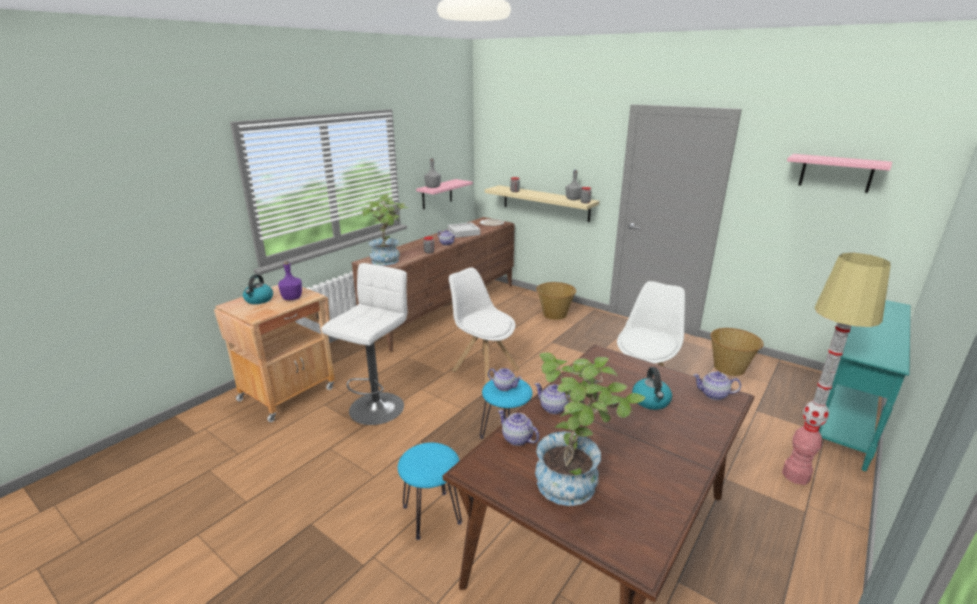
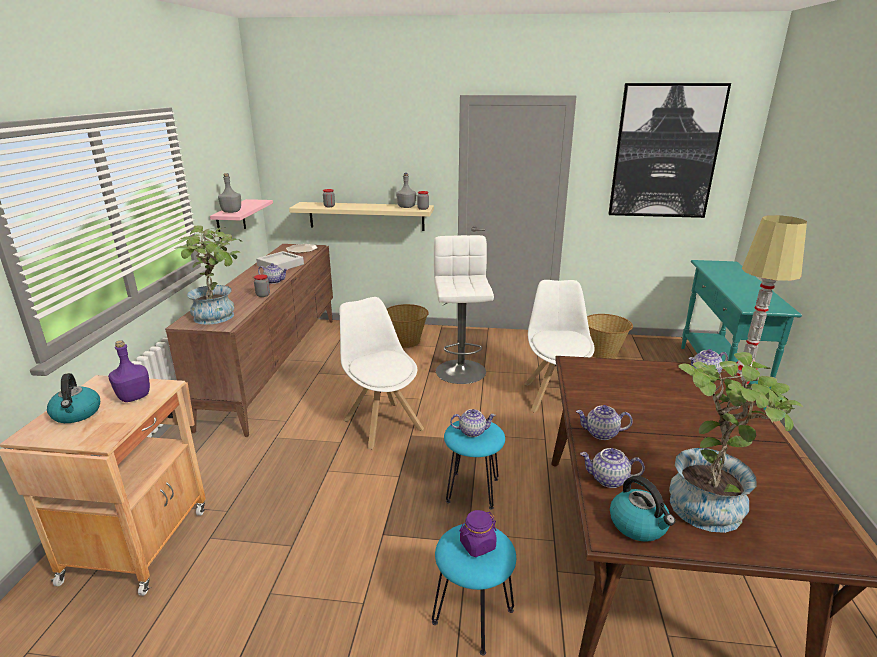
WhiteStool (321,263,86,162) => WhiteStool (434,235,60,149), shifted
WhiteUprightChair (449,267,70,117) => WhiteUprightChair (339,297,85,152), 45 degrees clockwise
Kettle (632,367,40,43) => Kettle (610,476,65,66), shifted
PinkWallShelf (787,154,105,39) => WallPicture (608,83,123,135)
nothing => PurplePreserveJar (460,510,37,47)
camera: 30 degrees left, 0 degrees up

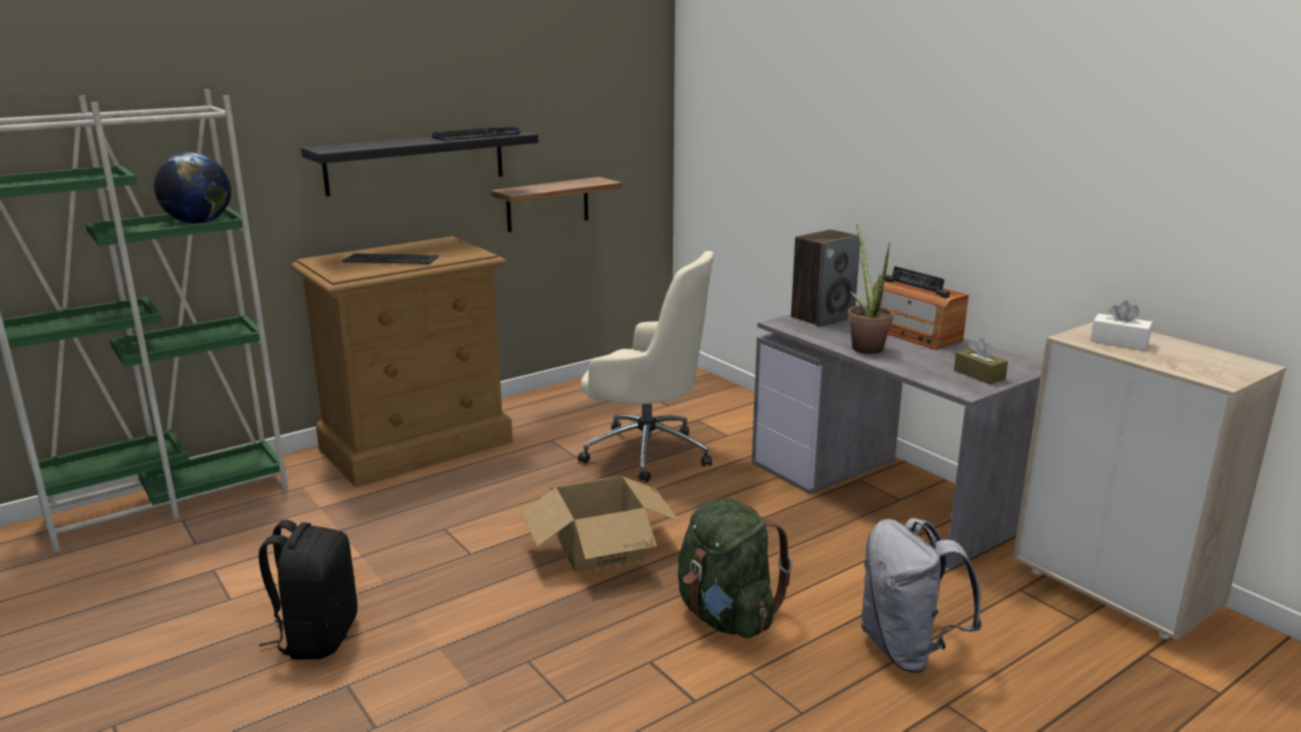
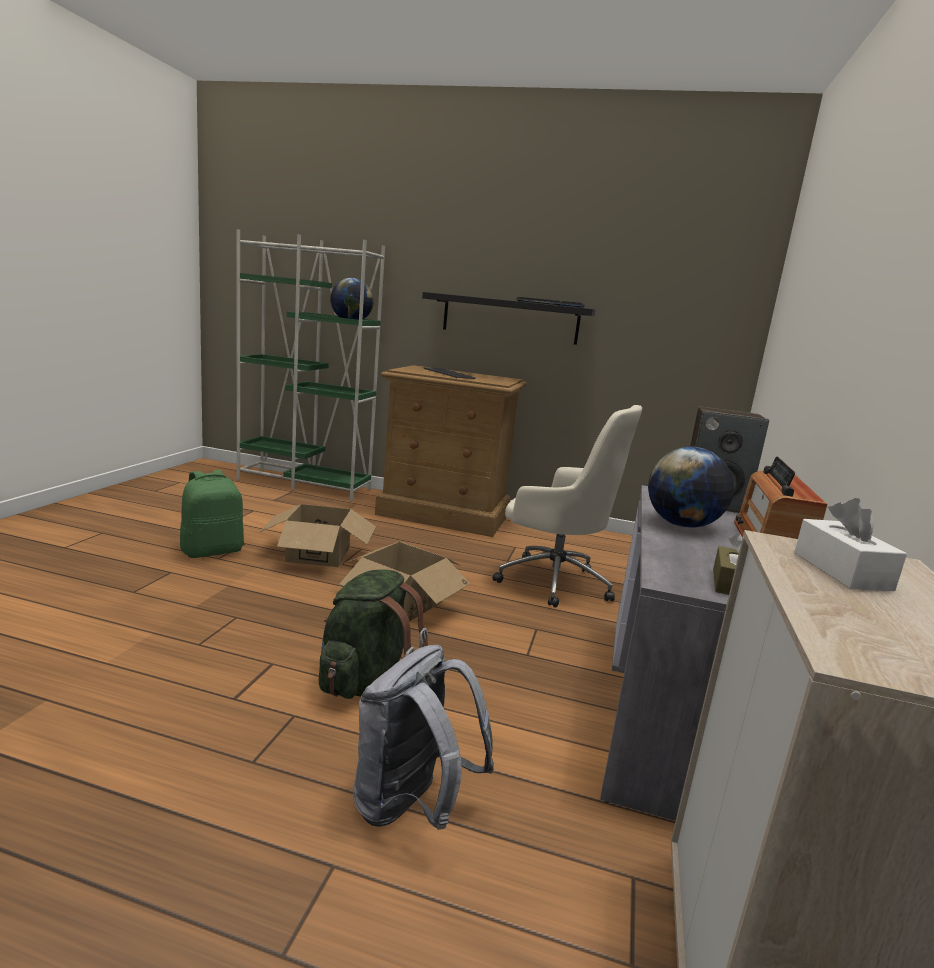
BlackBackpack (259,520,99,140) => GreenishBackpack (180,470,64,88)
WallShelf (491,177,131,55) => nothing
BeigeColouredOfficeChair (578,251,136,231) => BeigeColouredOfficeChair (493,405,149,203), 45 degrees counterclockwise
PlantInAPot (848,224,46,130) => WorldGlobe (648,447,86,81)
nothing => Carton (258,504,118,63)
camera: 50 degrees right, 5 degrees down

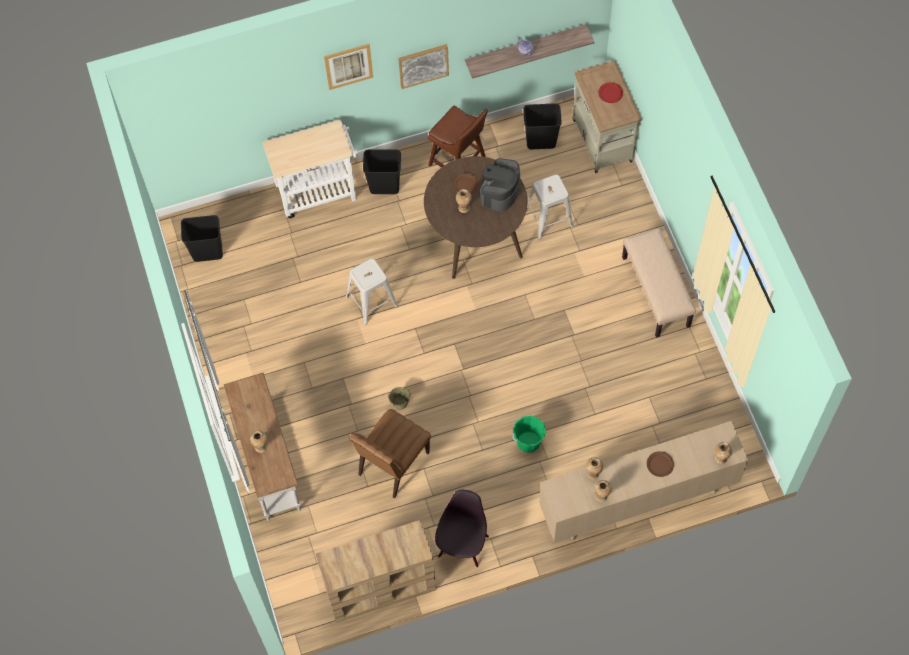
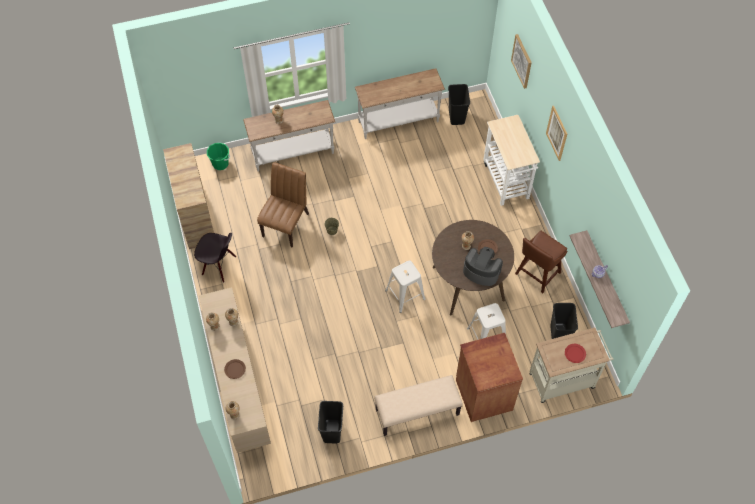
WhiteStool (346,258,52,67) => WhiteStool (385,260,41,53), shifted
BrownishUprightChair (349,409,82,90) => BrownishUprightChair (257,162,52,85), 75 degrees clockwise
BlackRubbishBin (363,149,38,45) => BlackRubbishBin (318,401,25,43), shifted
WallPicture (398,44,51,45) => WallPicture (511,34,21,55), shifted
GreenishBucket (513,416,33,37) => GreenishBucket (207,143,23,27), shifted
nothing => WhiteNarrowTable (355,68,90,71)
nothing => BrownishDresser (456,333,67,89)
camera: 90 degrees right, 5 degrees down

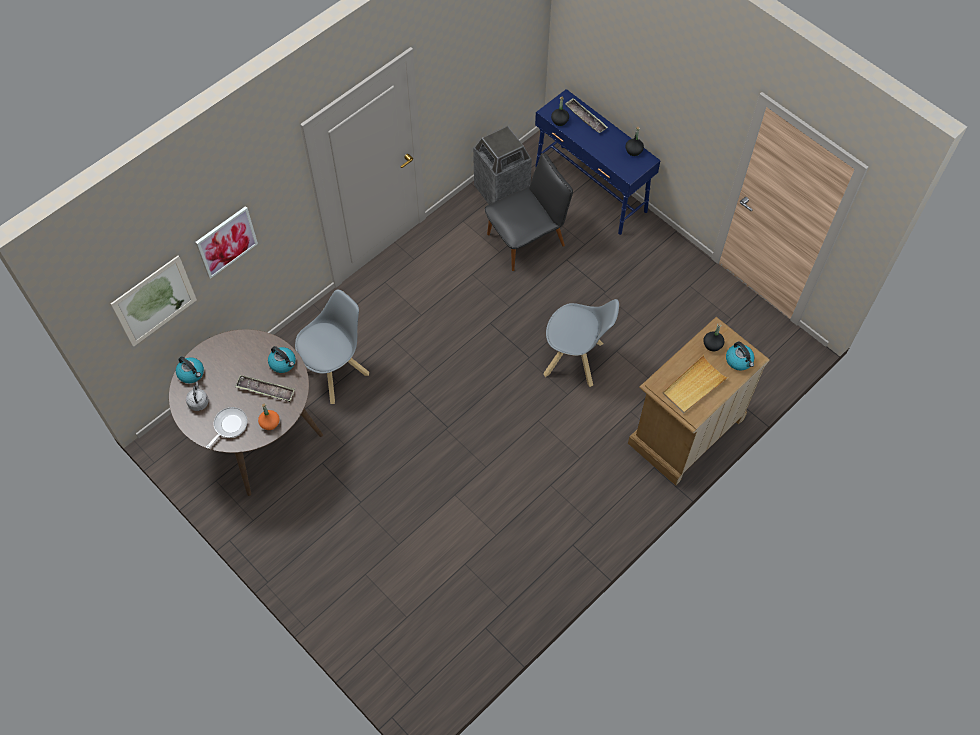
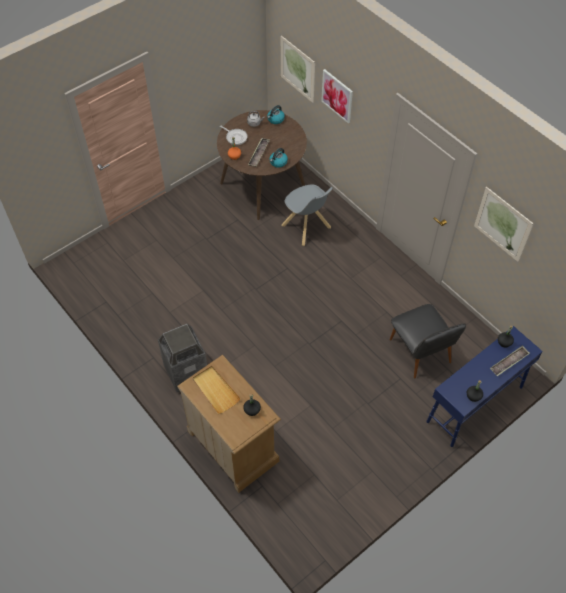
RubbishBin (473,126,59,78) => RubbishBin (158,324,49,68), shifted
GreyishUprightChair (543,299,76,88) => nothing
Kettle (726,342,28,29) => nothing
nothing => WallPicture (474,187,60,75)
camera: 95 degrees right, 5 degrees down

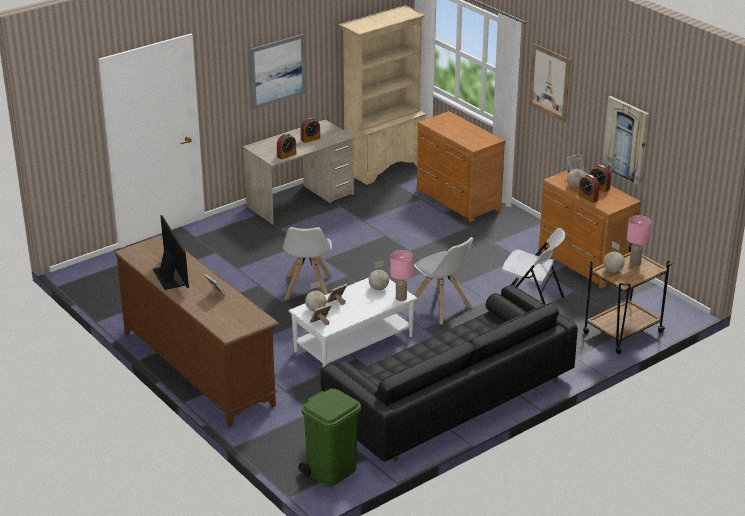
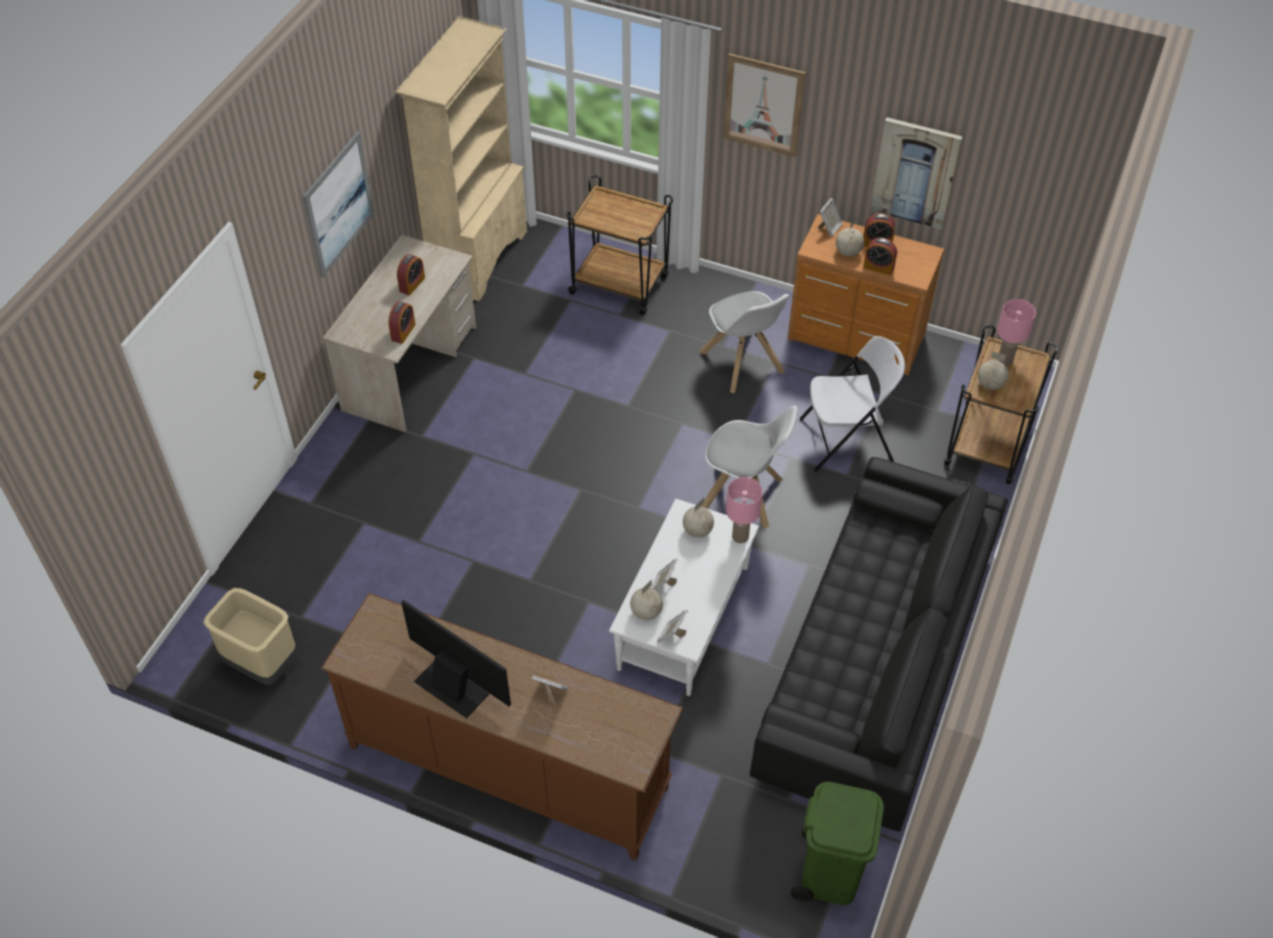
UprightChair (282,227,50,73) => UprightChair (700,291,89,102), shifted
BrownishDresser (417,111,88,111) => BrownishCart (566,175,107,140)
nothing => BeigeColouredRubbishBin (203,588,95,97)
camera: 30 degrees left, 20 degrees up

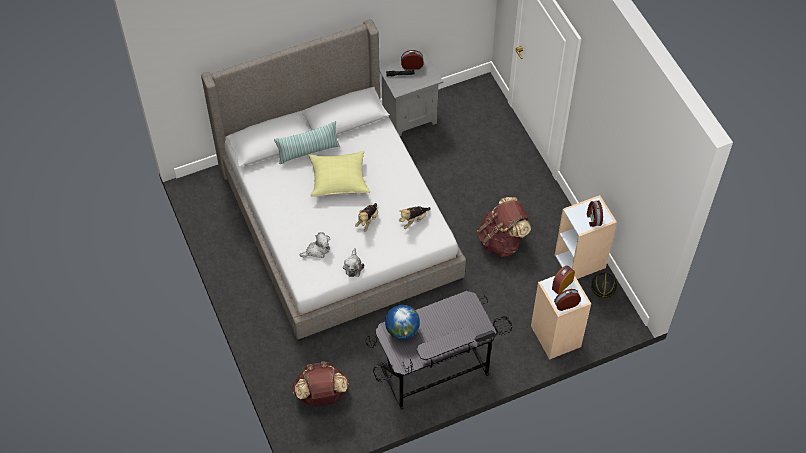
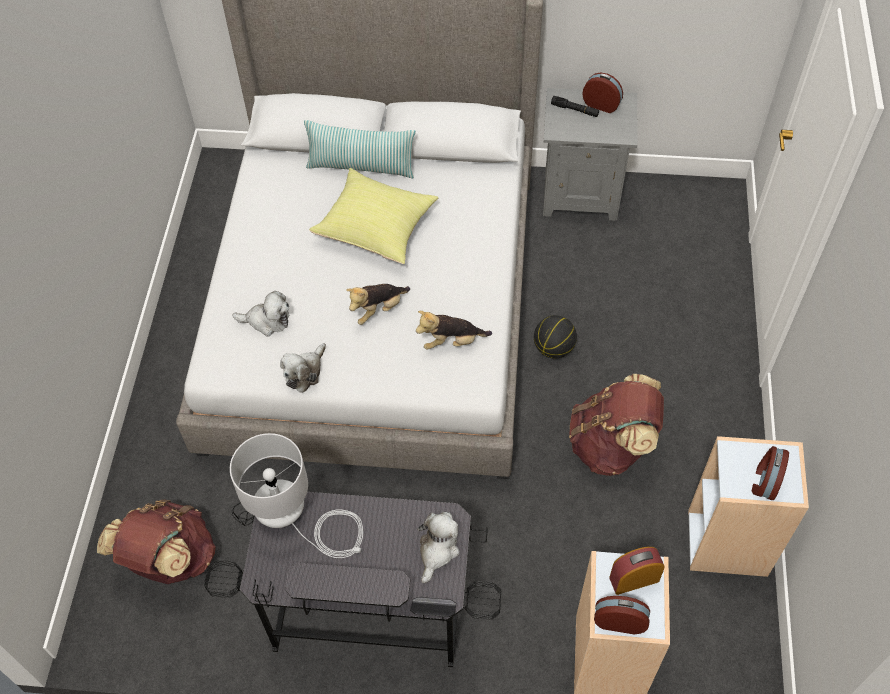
WorldGlobe (385,305,35,35) => WhiteLampForATable (230,433,133,125)
BasketballBall (591,273,26,25) => BasketballBall (534,315,43,43), shifted
nothing => SoftToy (418,512,42,71)
camera: 30 degrees right, 0 degrees up

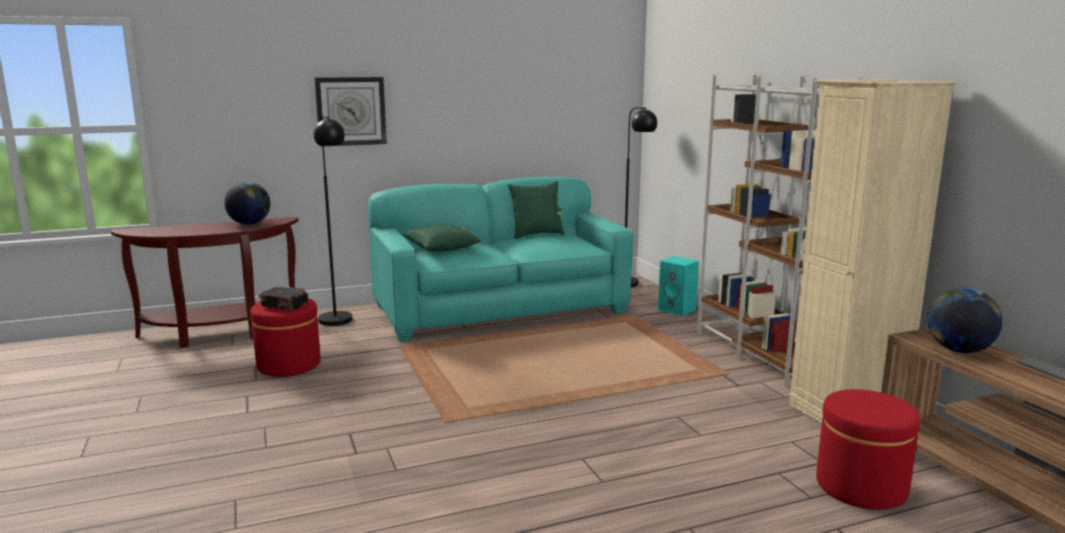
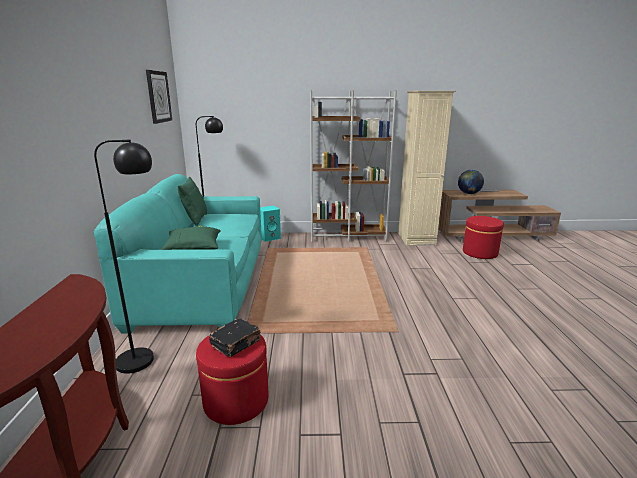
WorldGlobe (224,182,46,43) => nothing
WallClock (314,77,73,70) => WallClock (146,70,26,54), shifted
camera: 70 degrees left, 5 degrees up

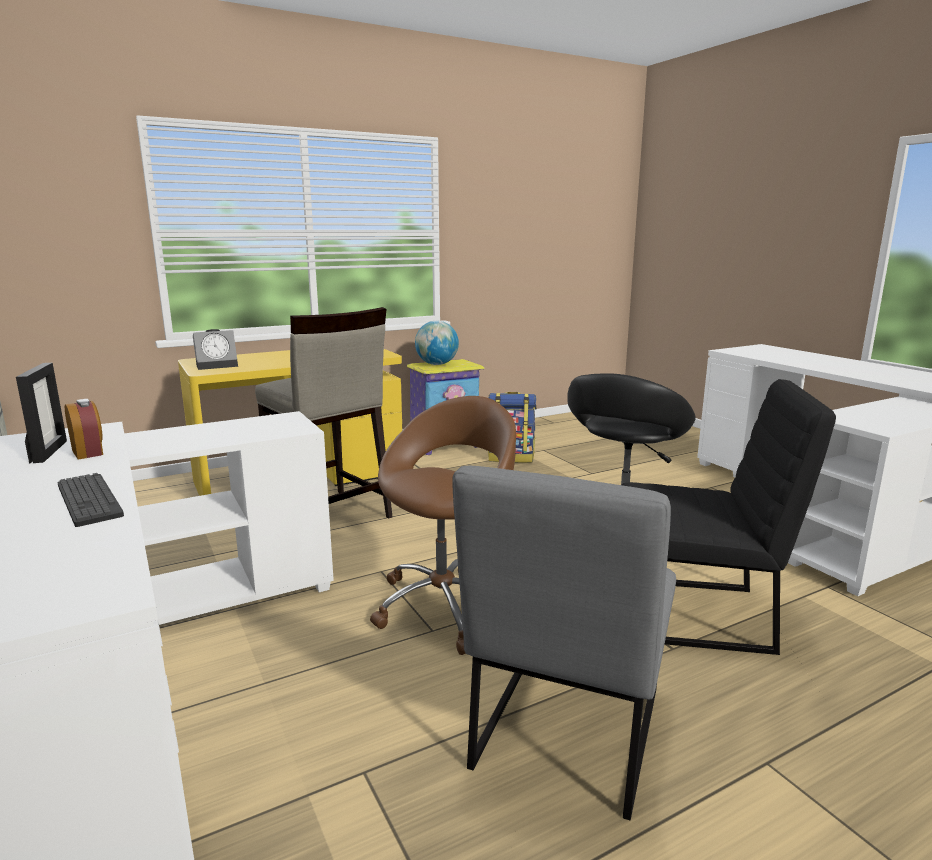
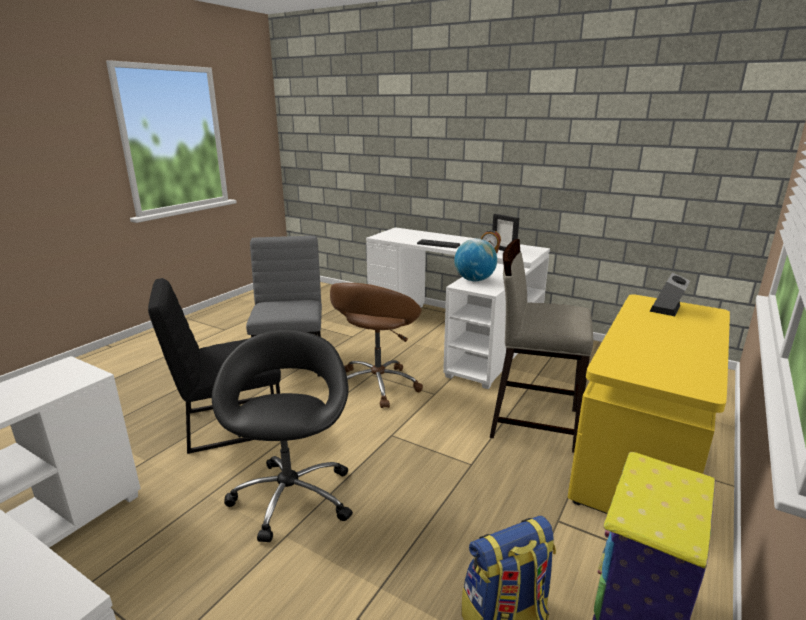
WorldGlobe (415,321,44,44) => WorldGlobe (454,239,43,42), shifted
camera: 150 degrees right, 5 degrees up

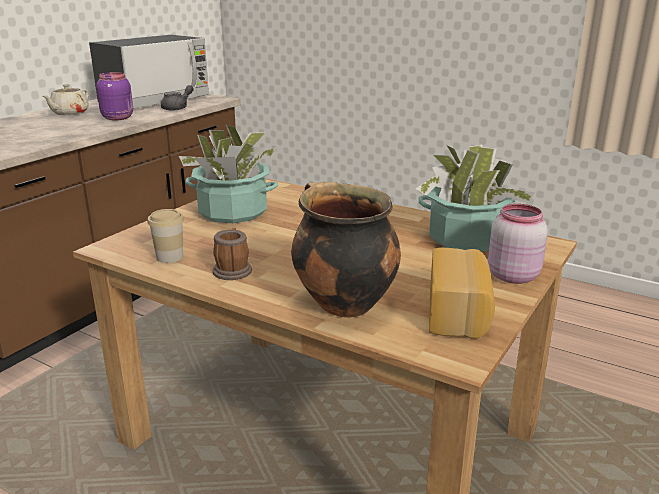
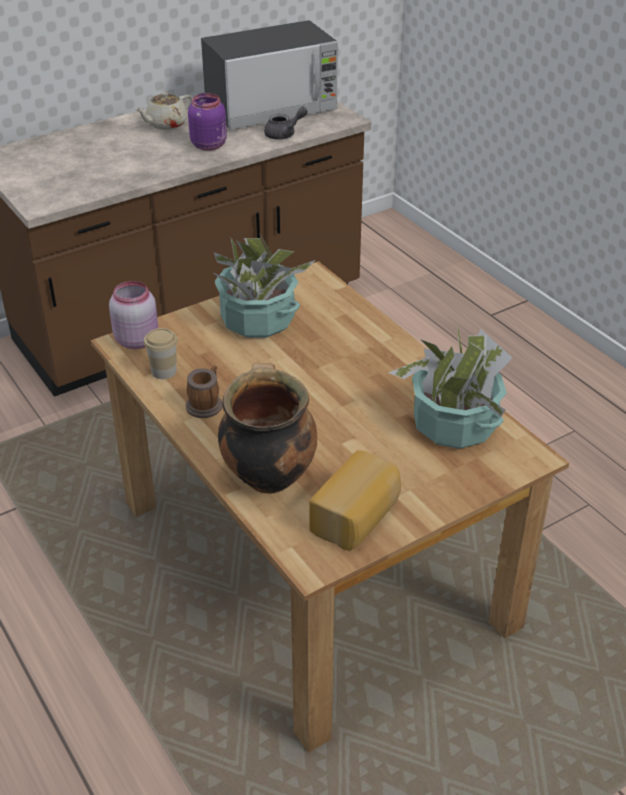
PinkPreserveJar (488,204,60,80) => PinkPreserveJar (109,281,49,68), shifted
camera: 25 degrees right, 15 degrees up

